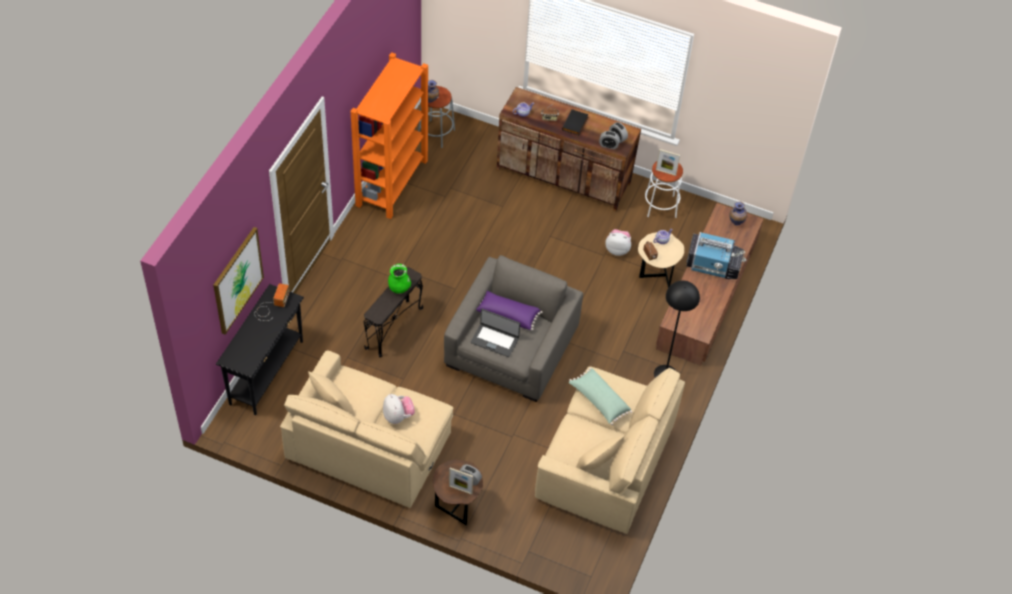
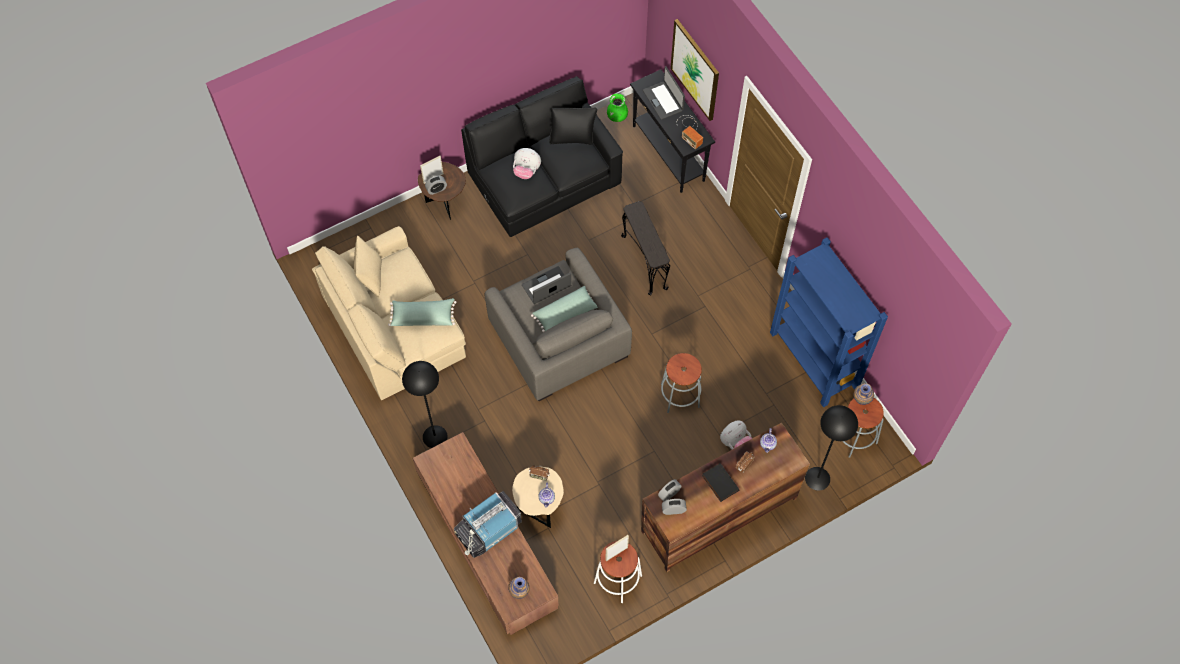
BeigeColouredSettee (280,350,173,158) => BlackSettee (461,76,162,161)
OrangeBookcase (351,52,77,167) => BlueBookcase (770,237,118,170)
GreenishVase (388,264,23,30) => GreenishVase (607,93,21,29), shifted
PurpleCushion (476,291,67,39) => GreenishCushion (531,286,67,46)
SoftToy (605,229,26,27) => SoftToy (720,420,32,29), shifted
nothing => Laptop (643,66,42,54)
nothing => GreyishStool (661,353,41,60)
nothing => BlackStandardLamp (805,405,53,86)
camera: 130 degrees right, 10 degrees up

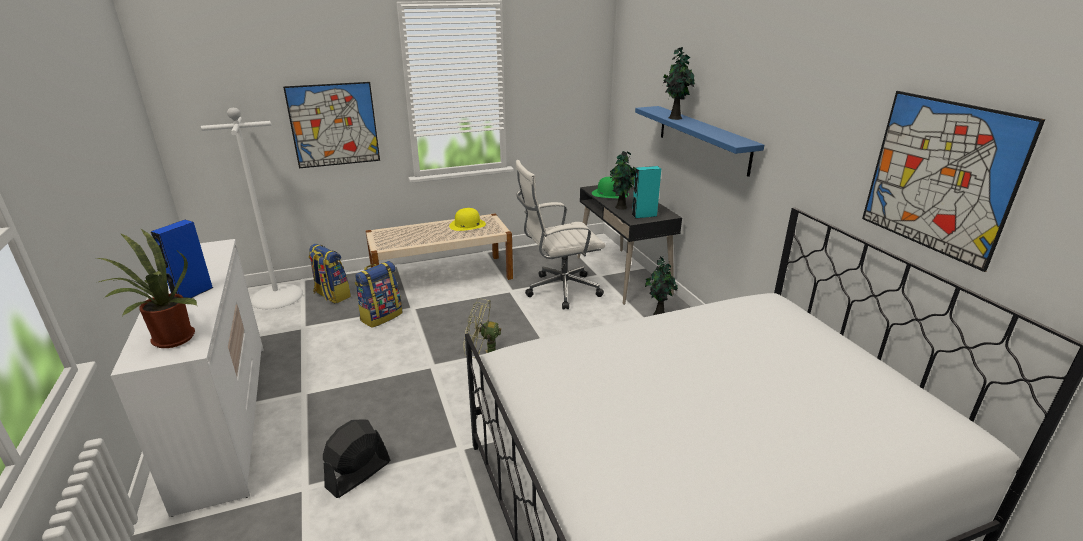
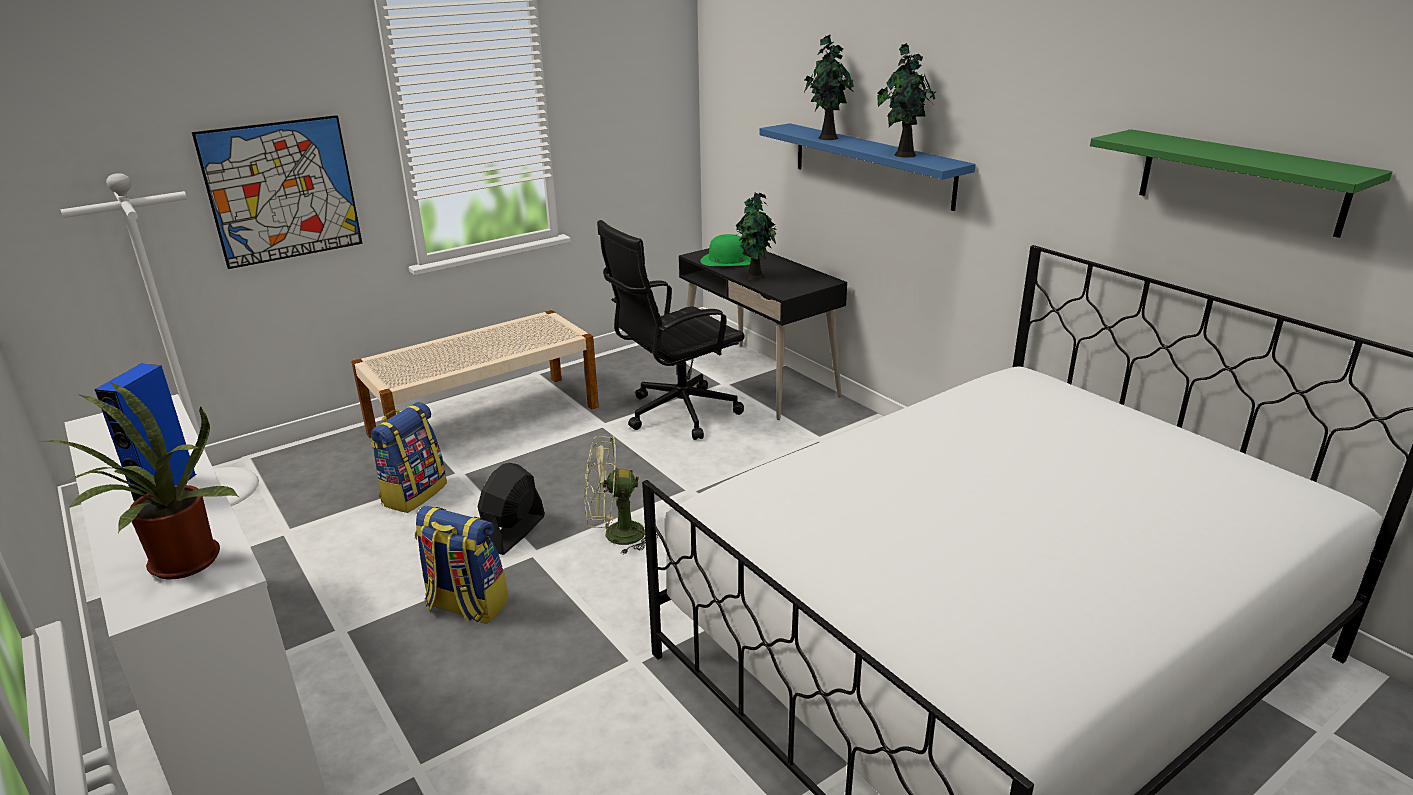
Backpack (308,244,43,60) => Backpack (414,506,94,118), shifted
BlackElectricFan (323,419,67,79) => BlackElectricFan (477,463,68,92), shifted
YellowHat (449,208,37,23) => nothing
WhiteOfficeChair (516,160,89,149) => BlackOfficeChair (597,220,147,220)
TurquoiseSpeaker (632,166,29,53) => nothing
PlantInAPot (645,257,33,58) => PlantInAPot (877,43,58,115), shifted
WallPicture (862,91,183,181) => GreenishWallShelf (1090,129,303,109)
camera: 15 degrees left, 0 degrees up

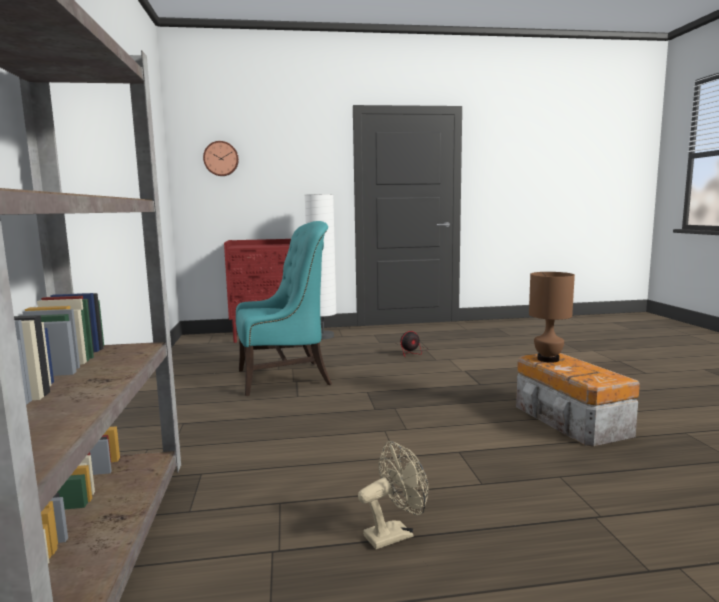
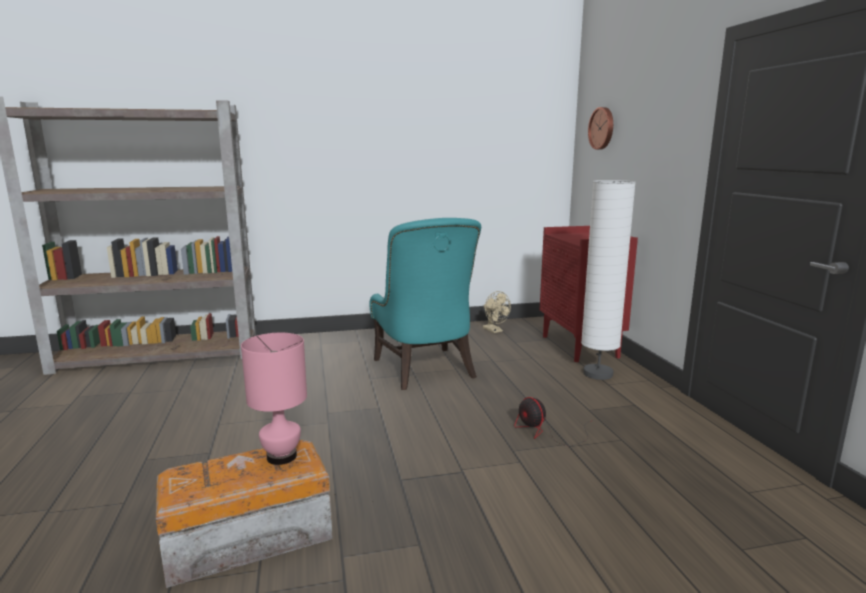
BeigeColouredElectricFan (358,441,71,108) => BeigeColouredElectricFan (483,291,28,42), shifted
BrownishLampForATable (529,272,46,91) => PinkLampForATable (241,333,66,132)
camera: 85 degrees right, 5 degrees up

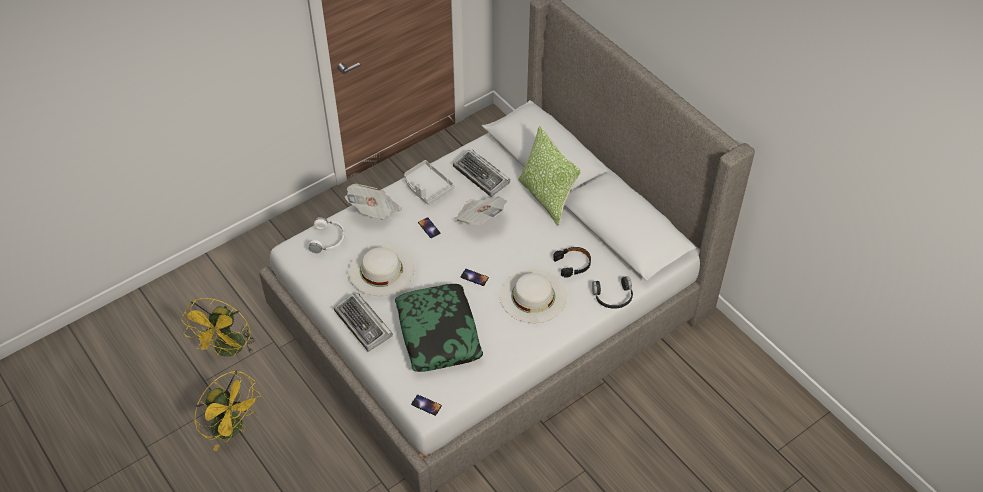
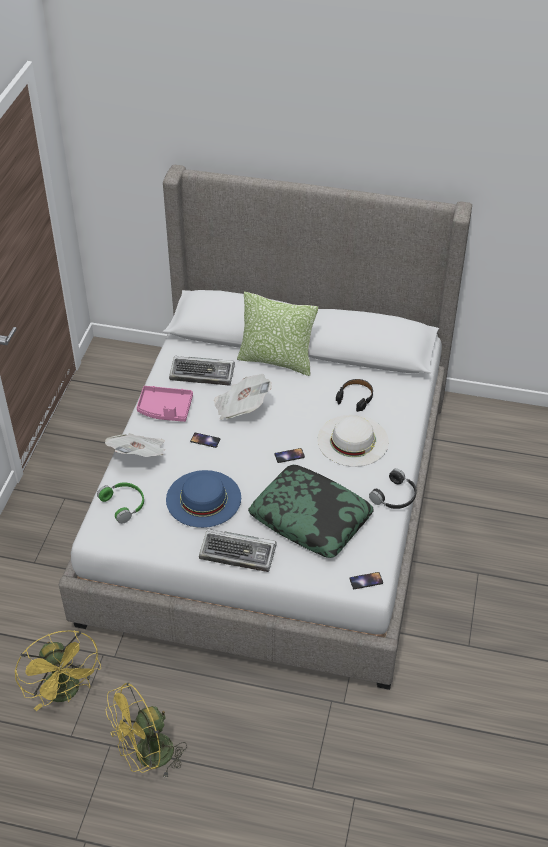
YellowElectricFan (194,370,67,81) => YellowElectricFan (105,682,82,97), 150 degrees clockwise
WhiteHeadset (309,217,36,36) => GreenishHeadset (97,483,47,41)
WhiteHat (348,244,67,52) => BlueHat (166,470,75,58)
GreyishServingTray (404,160,51,45) => PinkServingTray (137,386,56,36)
BlackHeadset (592,276,41,33) => BlackHeadset (369,469,48,40), shifted
camera: 40 degrees left, 5 degrees down

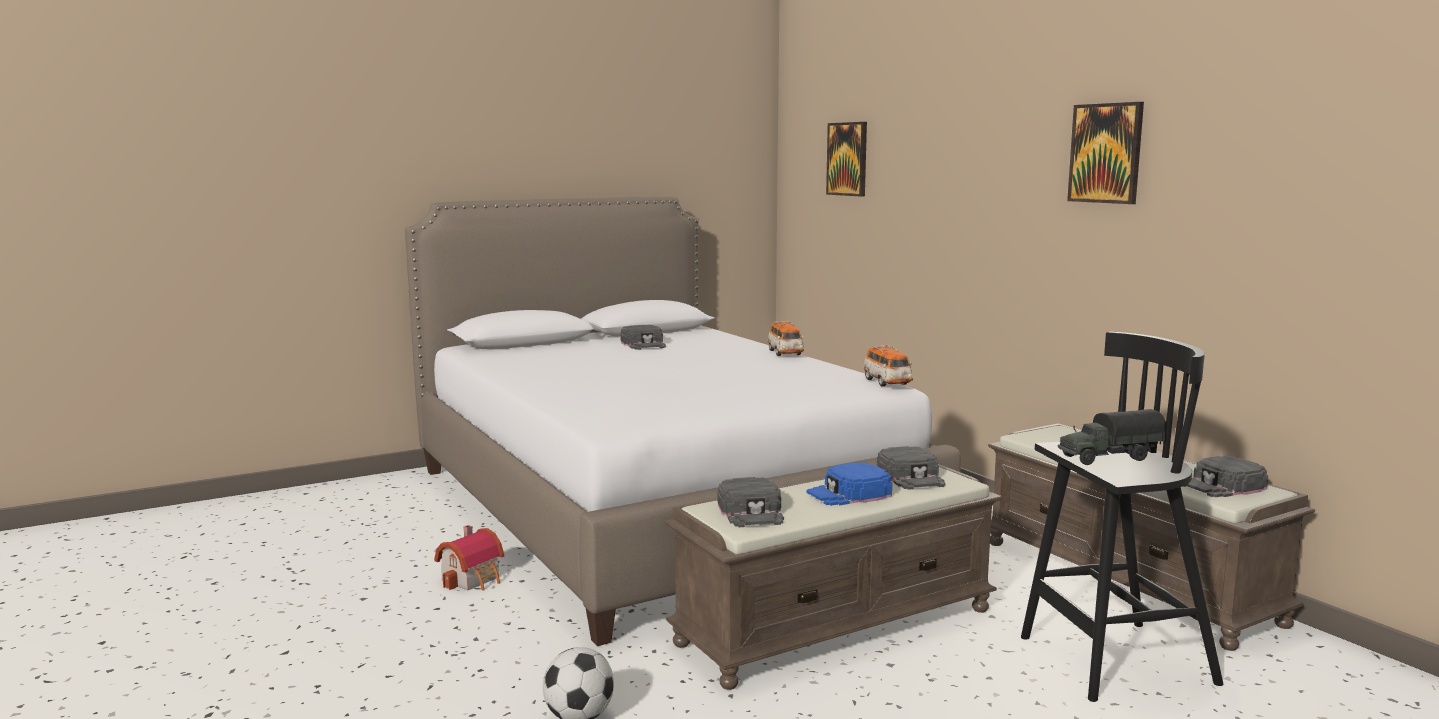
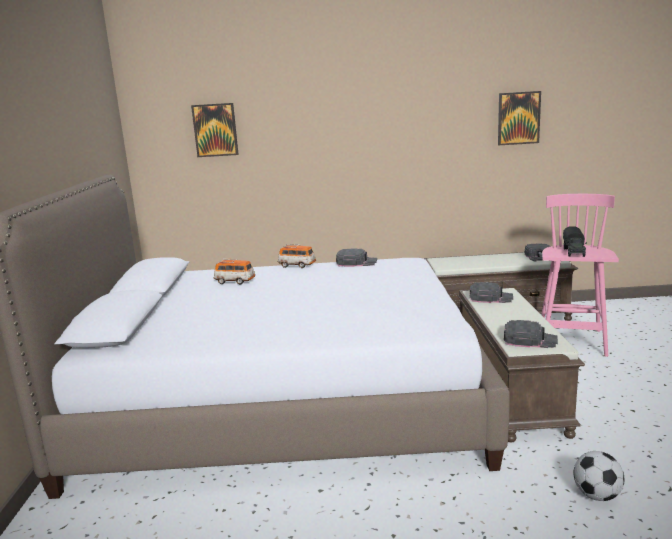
ModelHouse (434,525,70,66) => nothing
BlackCap (620,325,46,25) => BlackCap (336,249,41,18), shifted
BlueCap (807,462,85,44) => nothing
ToyCar (864,345,49,41) => ToyCar (214,259,41,25), shifted
BlackStool (1021,332,202,370) => PinkStool (541,194,78,163)
WallPicture (1067,102,77,102) => WallPicture (498,91,43,54), shifted
camera: 60 degrees left, 5 degrees up

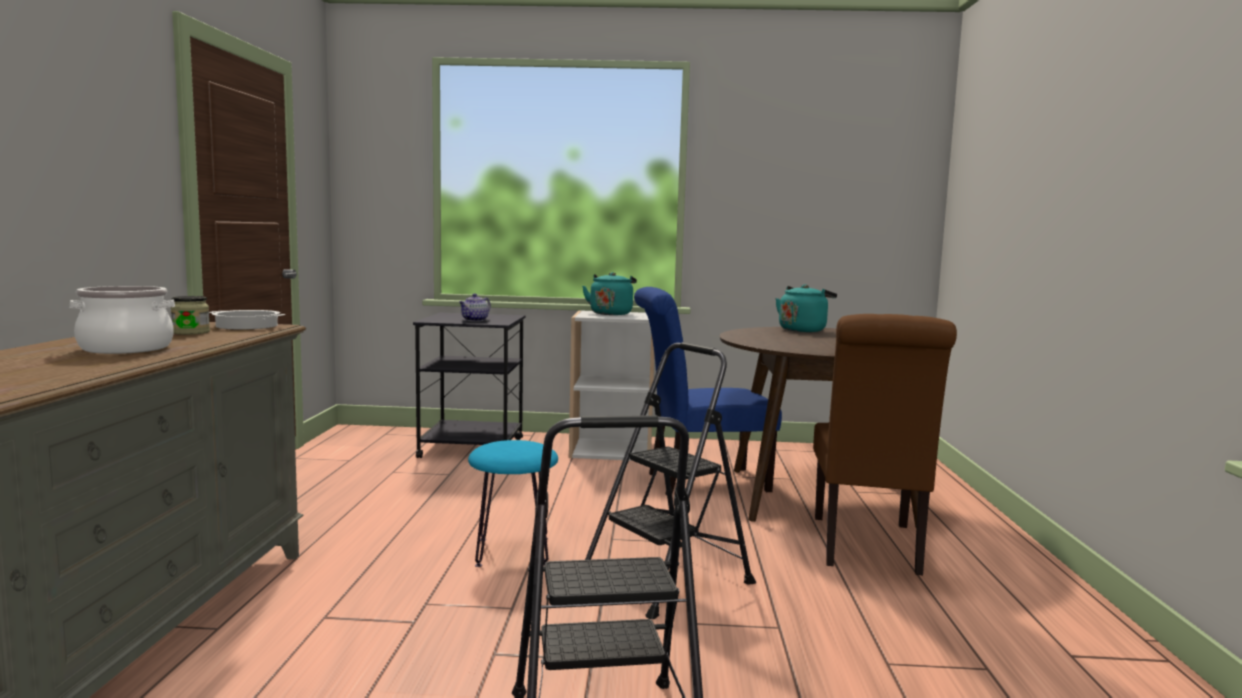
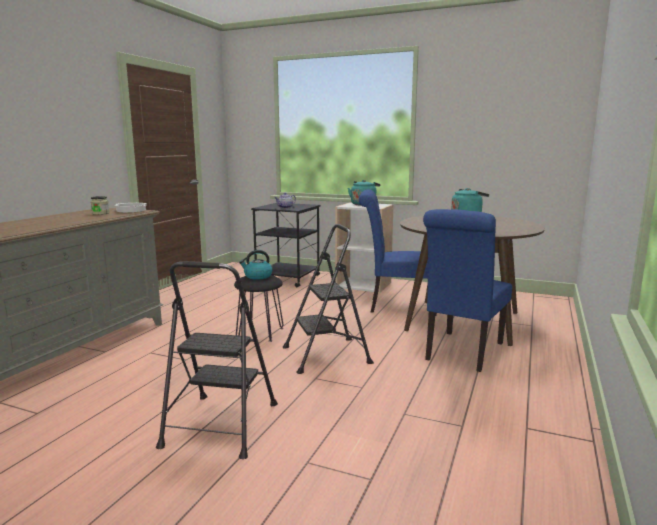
CookingPot (70,286,105,68) => nothing
TurquoiseStool (468,440,90,127) => BlackStool (234,275,50,67)
BrownishUprightChair (813,314,144,261) => BlueUprightChair (423,209,89,163)
nothing => Kettle (239,250,34,29)
camera: 20 degrees right, 5 degrees up

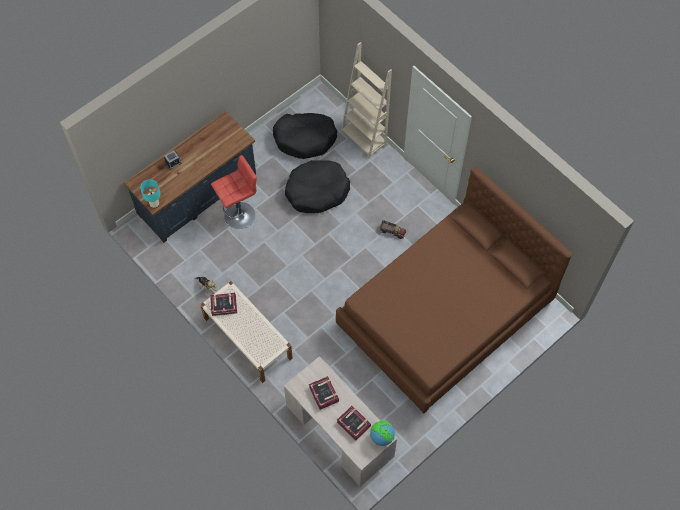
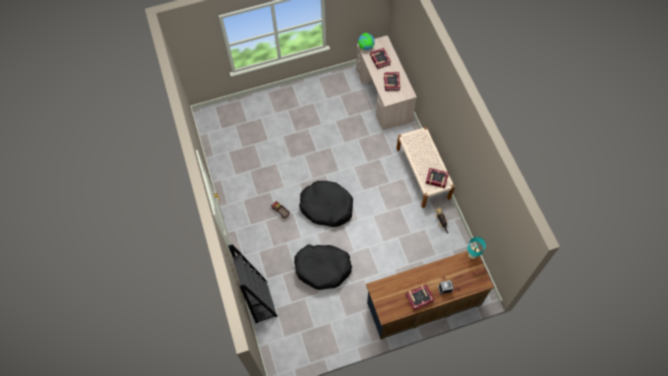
ReddishStool (211,155,46,74) => nothing
BlackDogCushion (273,113,64,46) => BlackDogCushion (299,181,54,46), shifted
BrownishBed (336,167,236,246) => nothing
BeigeColouredBookcase (341,42,51,117) => BlackBookcase (228,244,50,79)
nothing => Book (405,285,29,26)
camera: 155 degrees left, 0 degrees up

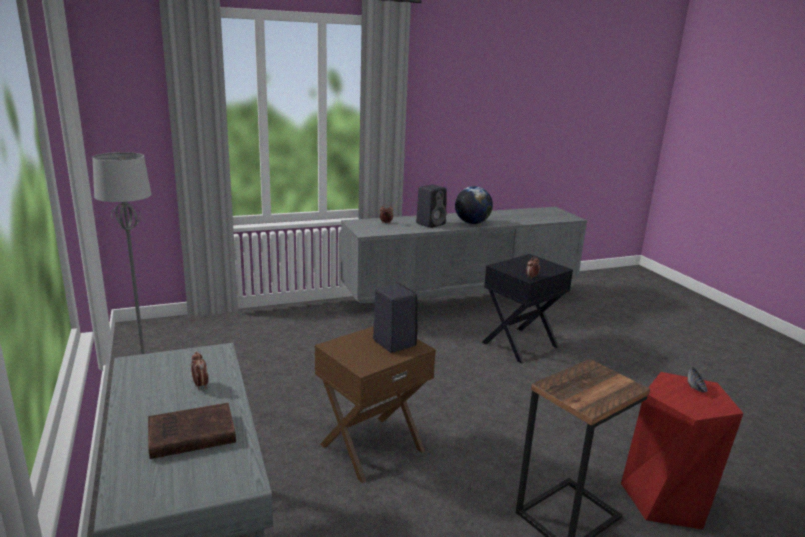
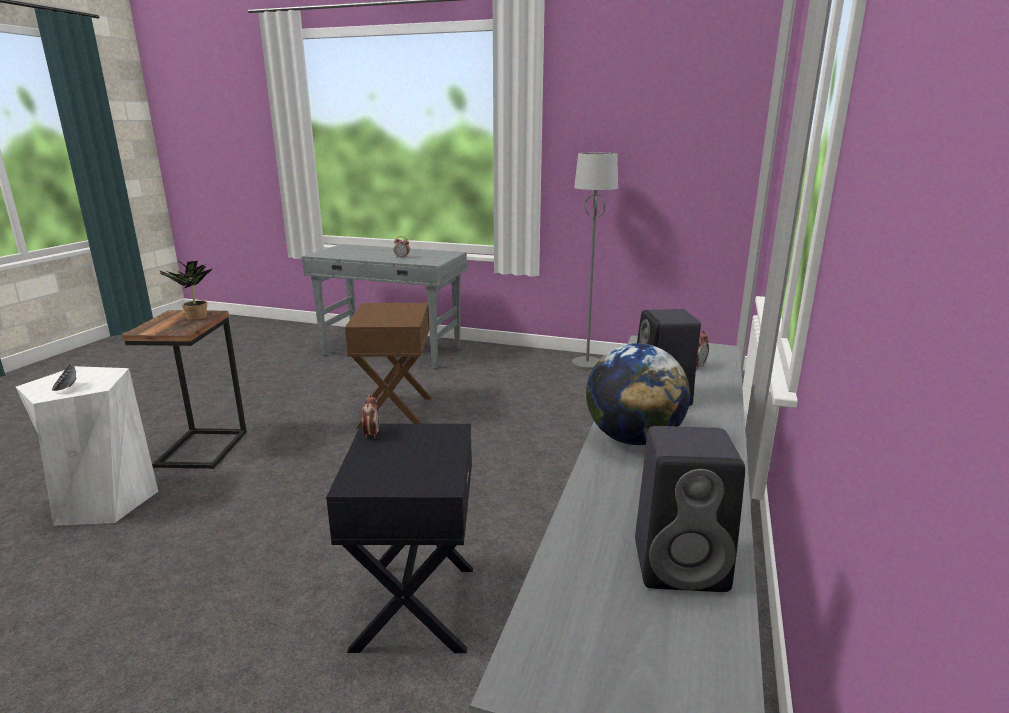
BrownishBook (148,403,88,56) => nothing
BlackSpeaker (373,284,45,69) => BlackSpeaker (635,426,110,166), shifted
ReddishStool (621,372,123,158) => WhiteStool (16,366,142,160)
nothing => PlantInAPot (160,261,53,59)
camera: 130 degrees right, 0 degrees up

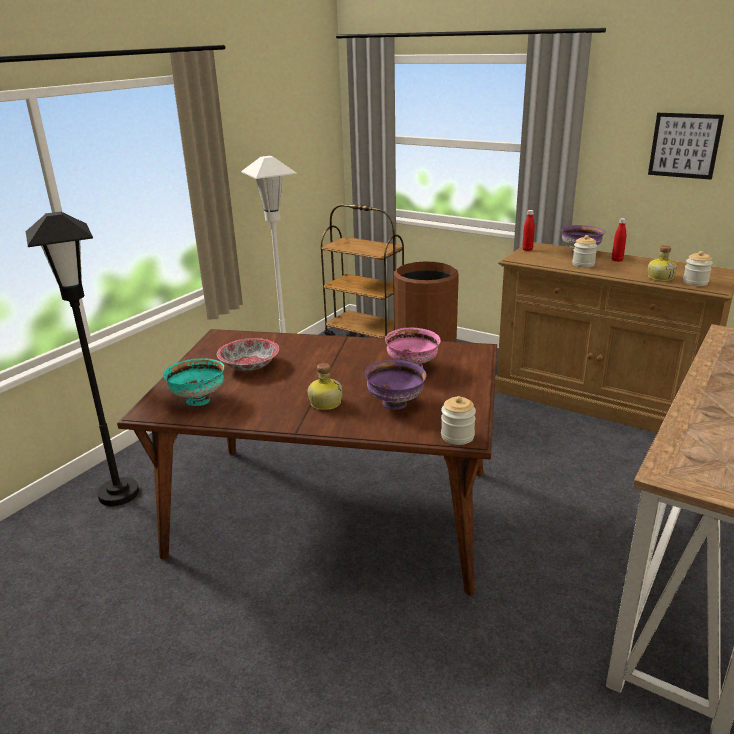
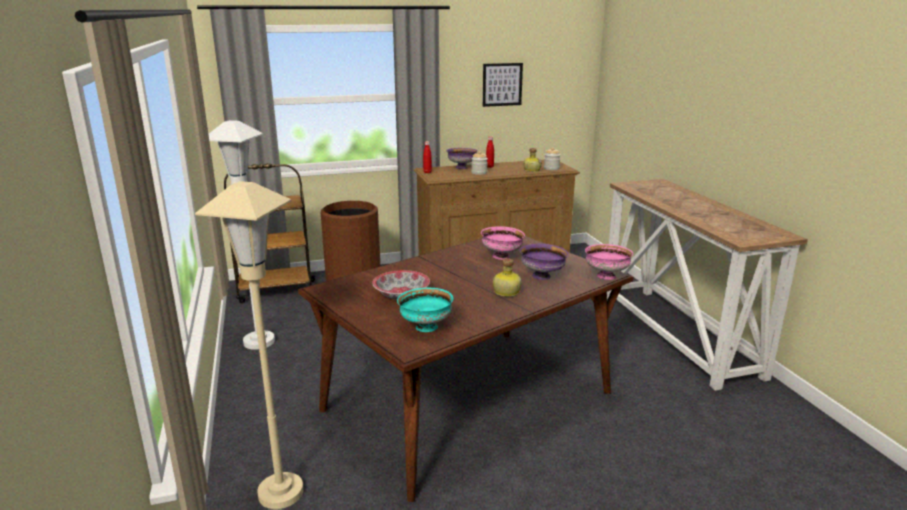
BlackStandardLamp (26,212,113,294) => BeigeColouredStandardLamp (195,181,108,328)
PreserveJar (441,396,35,49) => PinkBowl (585,244,48,36)
camera: 50 degrees left, 5 degrees down

